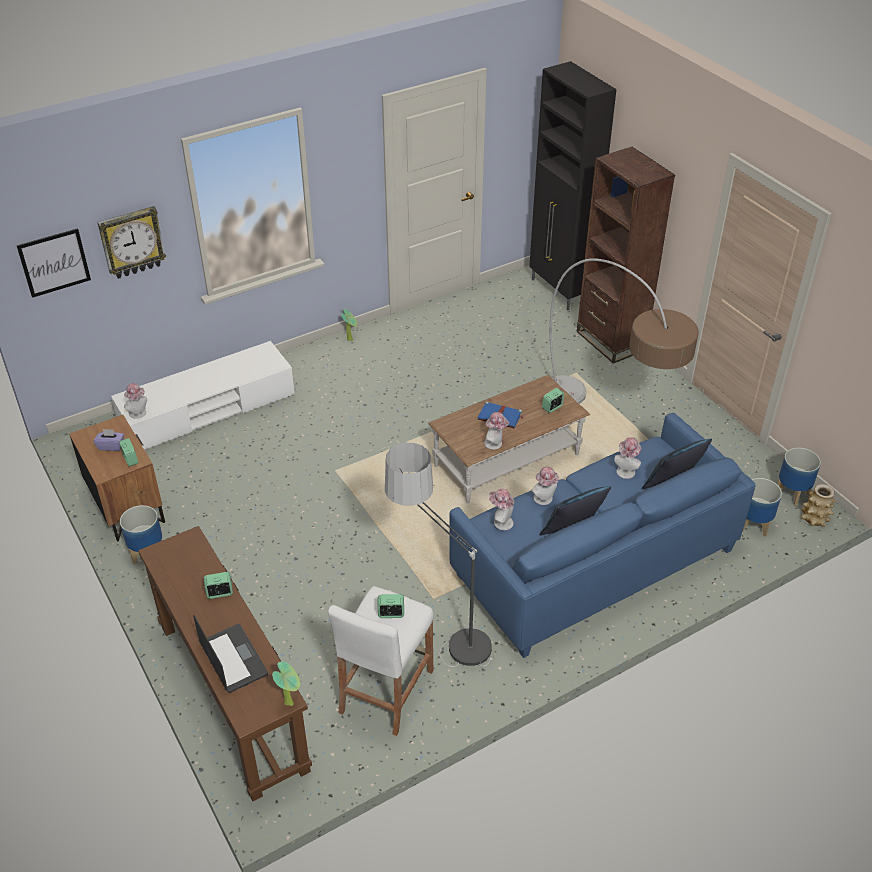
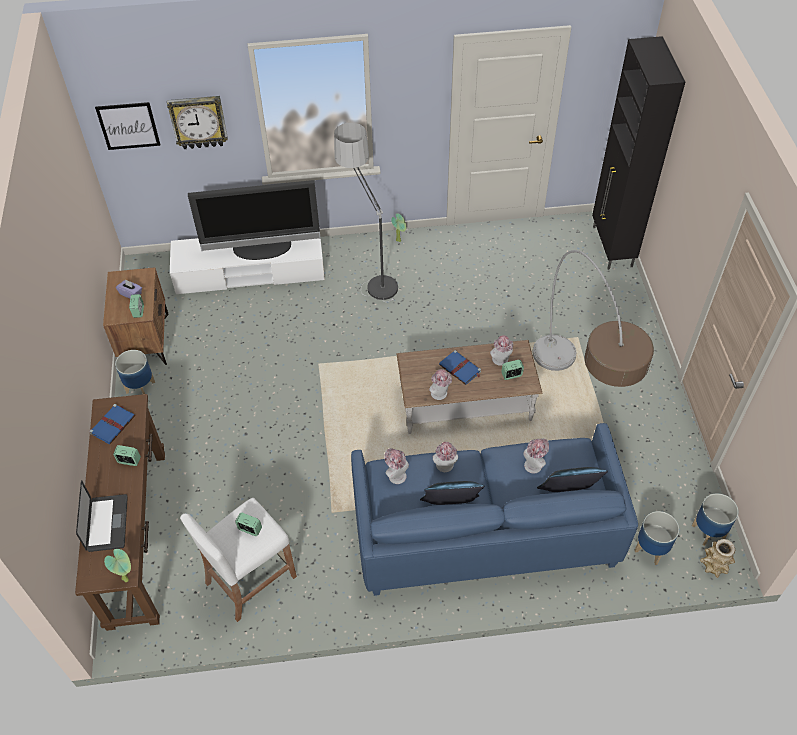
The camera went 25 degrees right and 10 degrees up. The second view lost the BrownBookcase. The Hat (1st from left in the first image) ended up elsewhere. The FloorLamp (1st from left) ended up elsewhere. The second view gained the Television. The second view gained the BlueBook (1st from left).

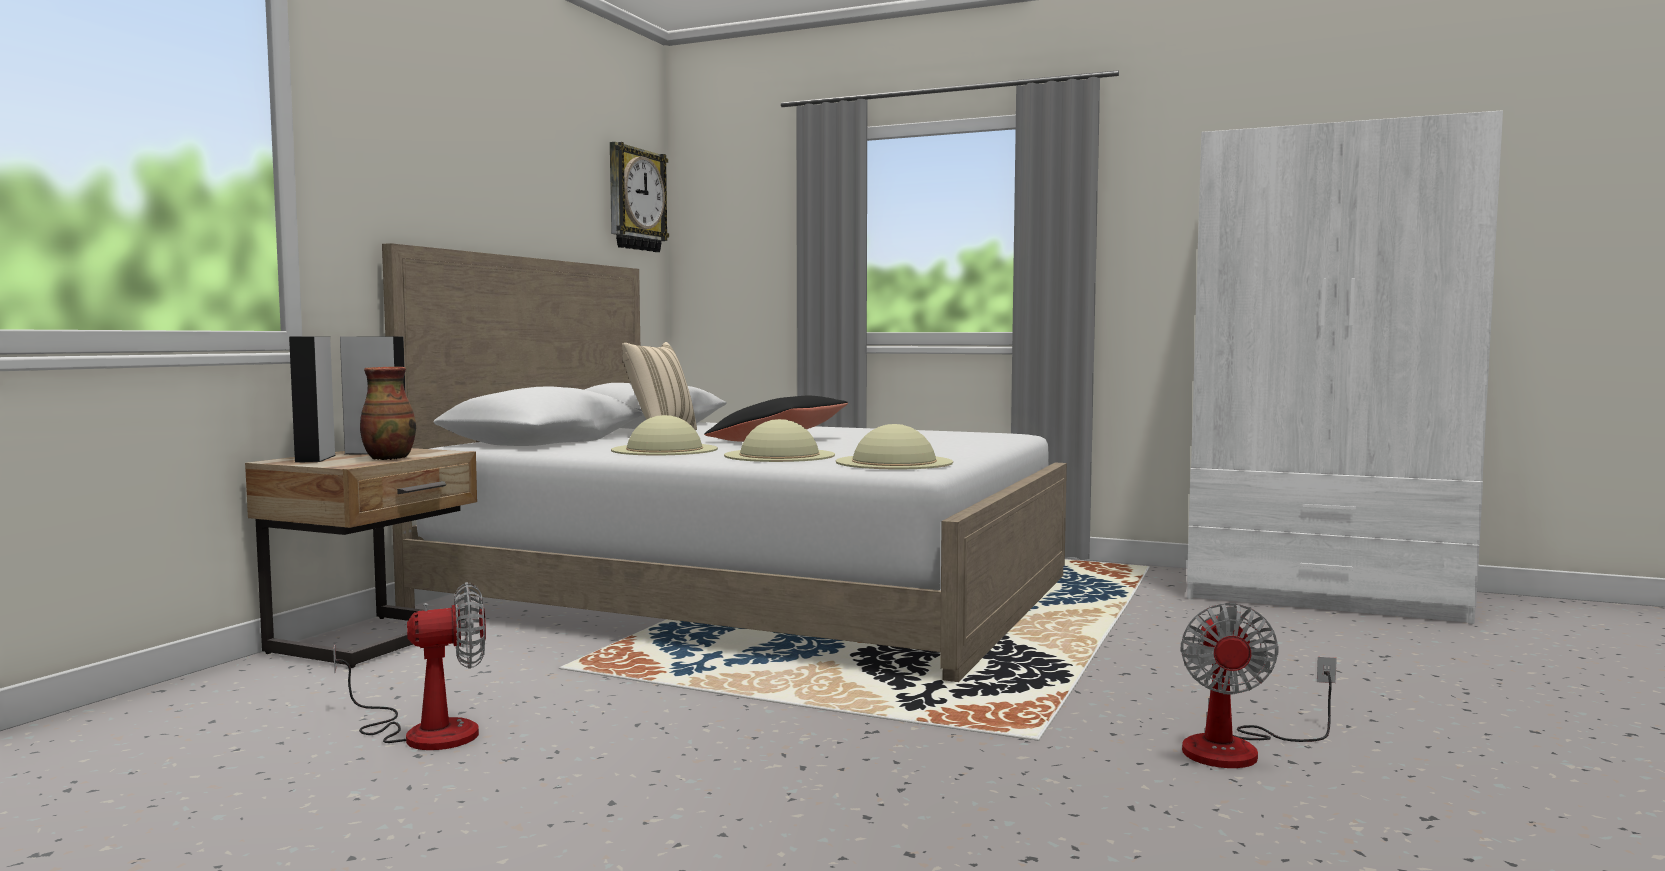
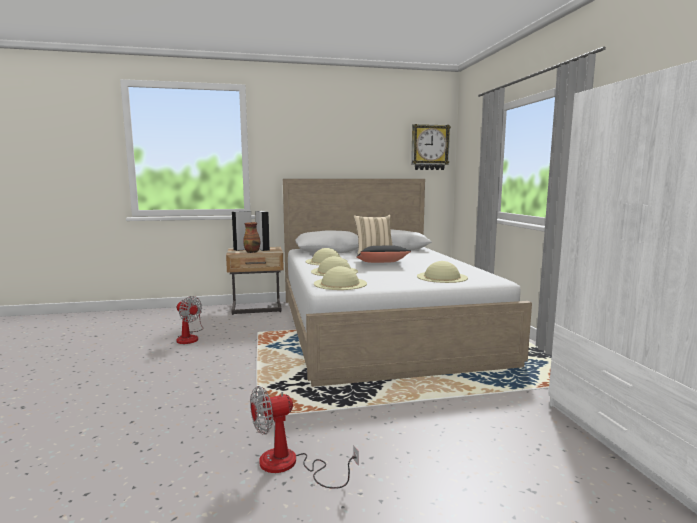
The camera went 55 degrees right and 5 degrees up. The second view gained the BeigeHat (4th from left).

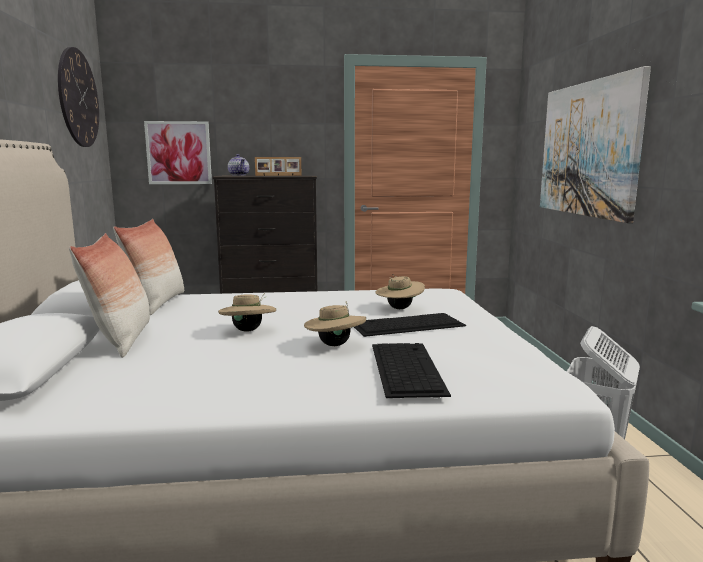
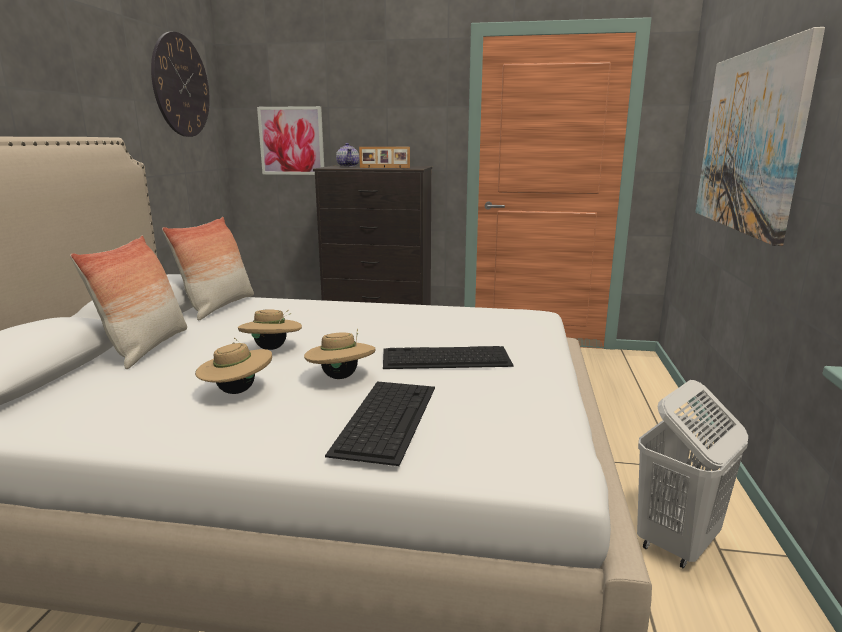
The camera went 15 degrees right and 5 degrees up. The BeigeHat (3rd from left in the first image) ended up elsewhere.

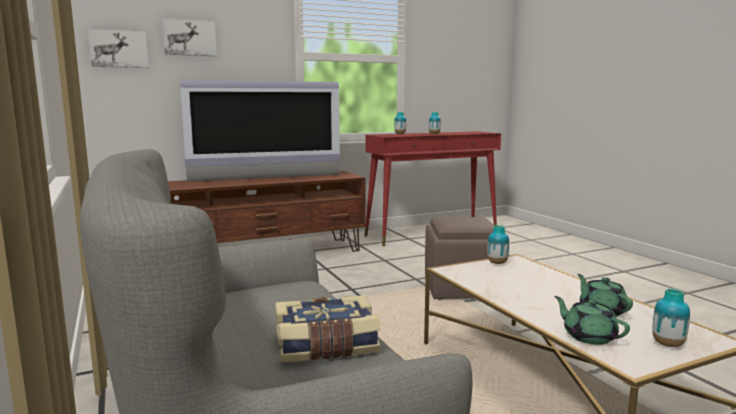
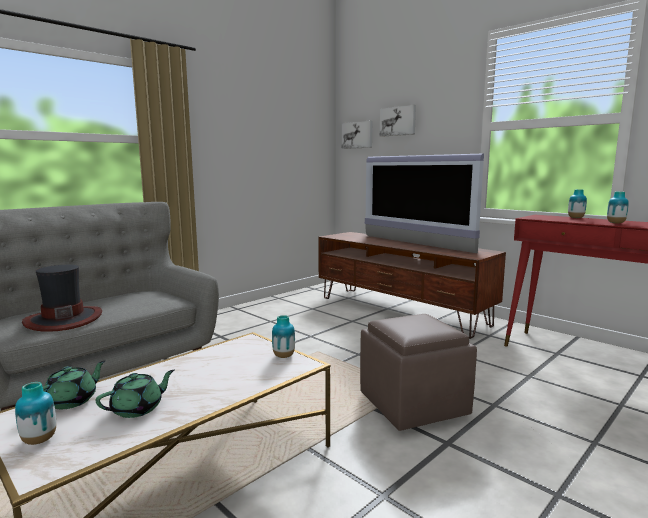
The camera went 70 degrees right and 0 degrees up. Where the Book stood, the Hat came to stand.

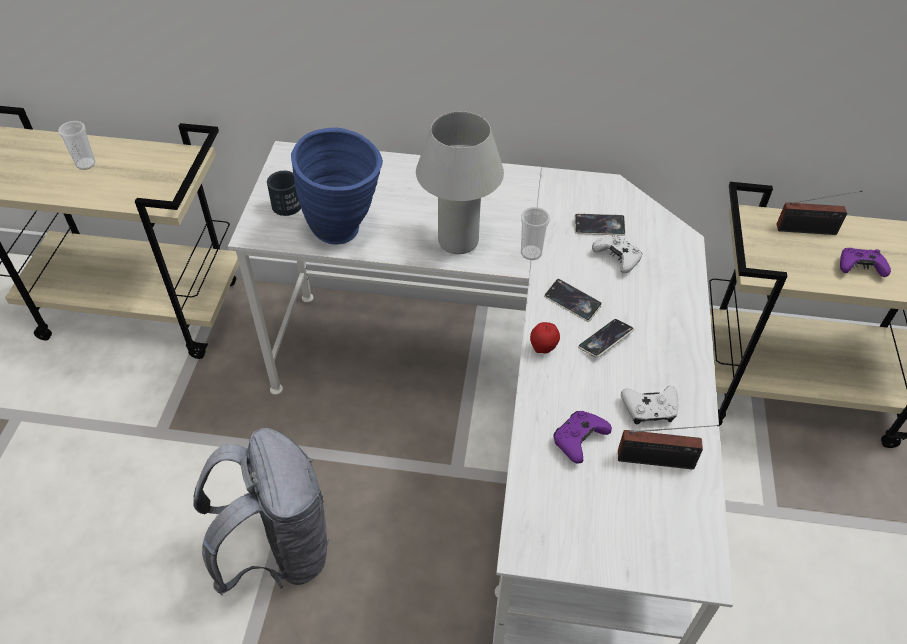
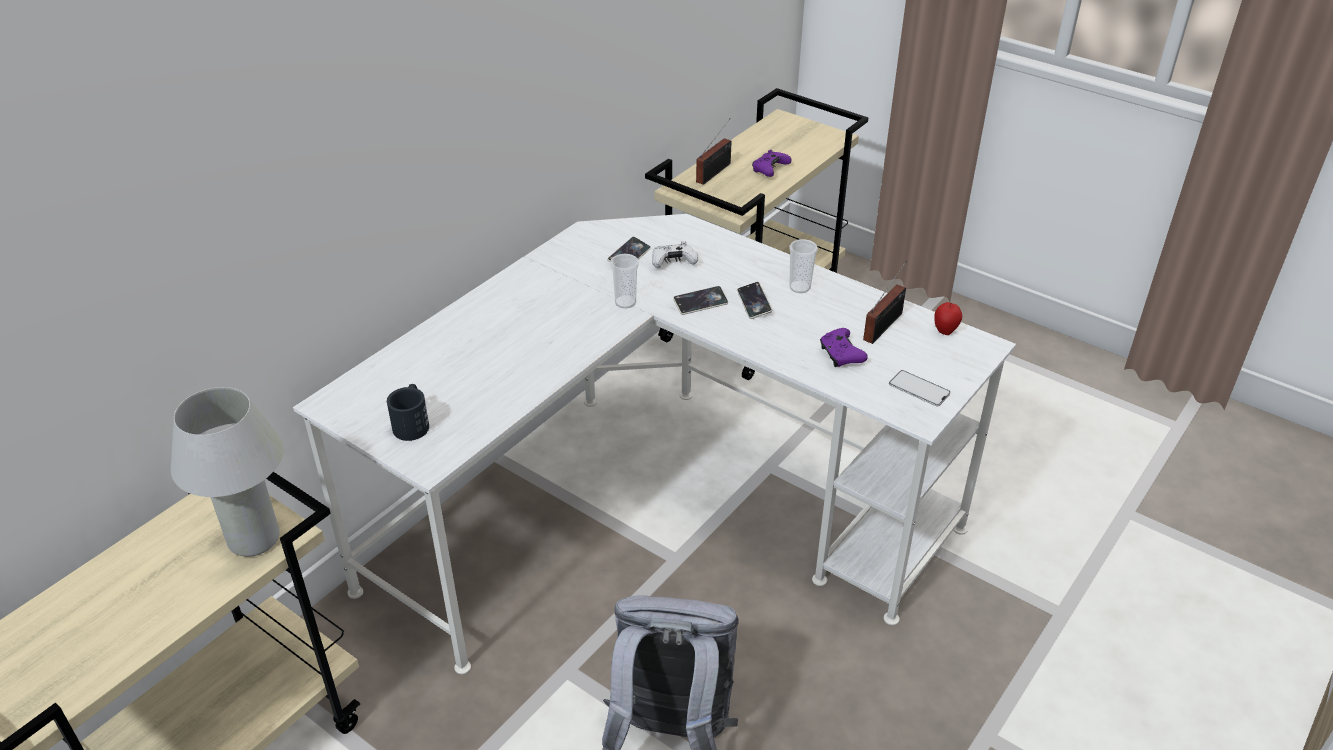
The camera went 60 degrees left and 10 degrees down. The WhiteTableLamp ended up elsewhere. The Cup (1st from left in the first image) ended up elsewhere. The second view lost the BlueVase. The Apple ended up elsewhere. The second view lost the WhiteGameController (2nd from left). The second view gained the Phone (4th from left).

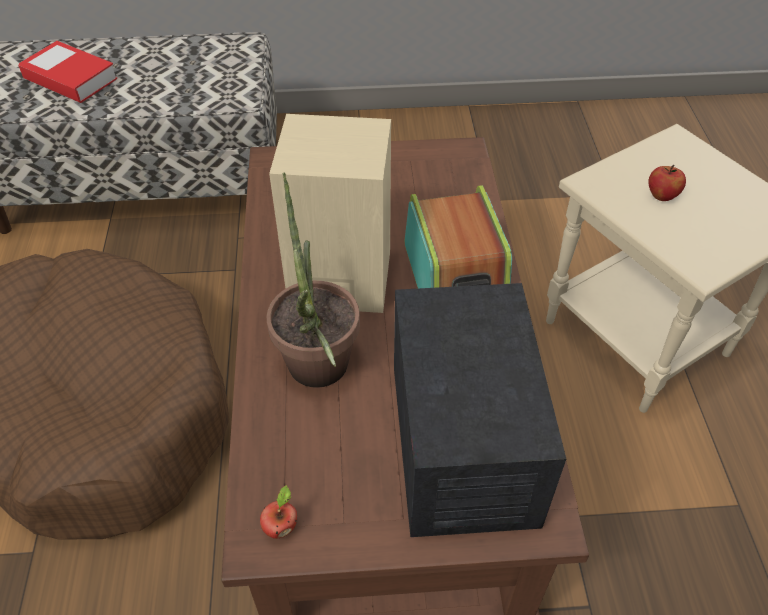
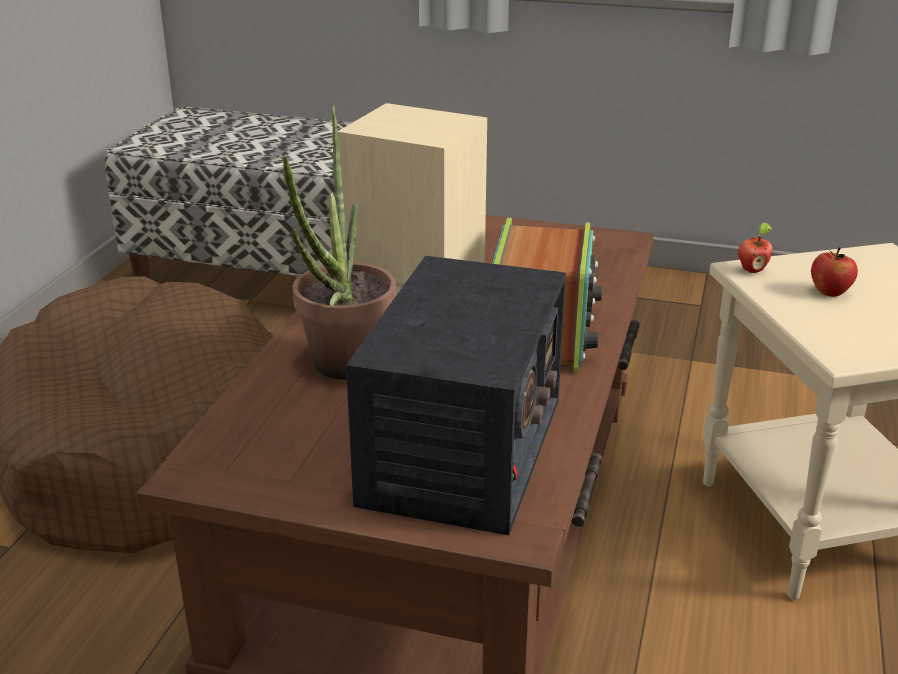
The camera went 20 degrees right and 20 degrees down. The second view lost the Book. The Apple (1st from left) ended up elsewhere.

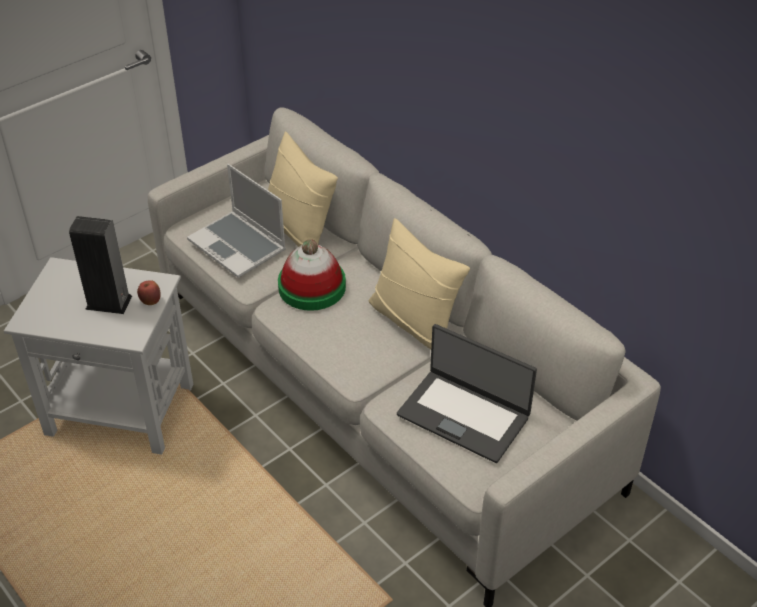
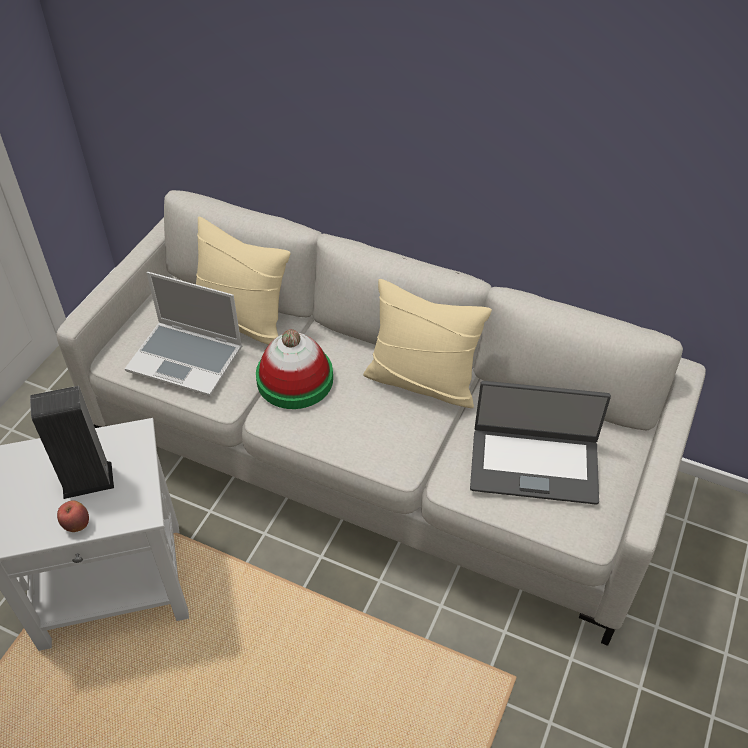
The camera went 25 degrees left and 5 degrees up. The Apple ended up elsewhere.

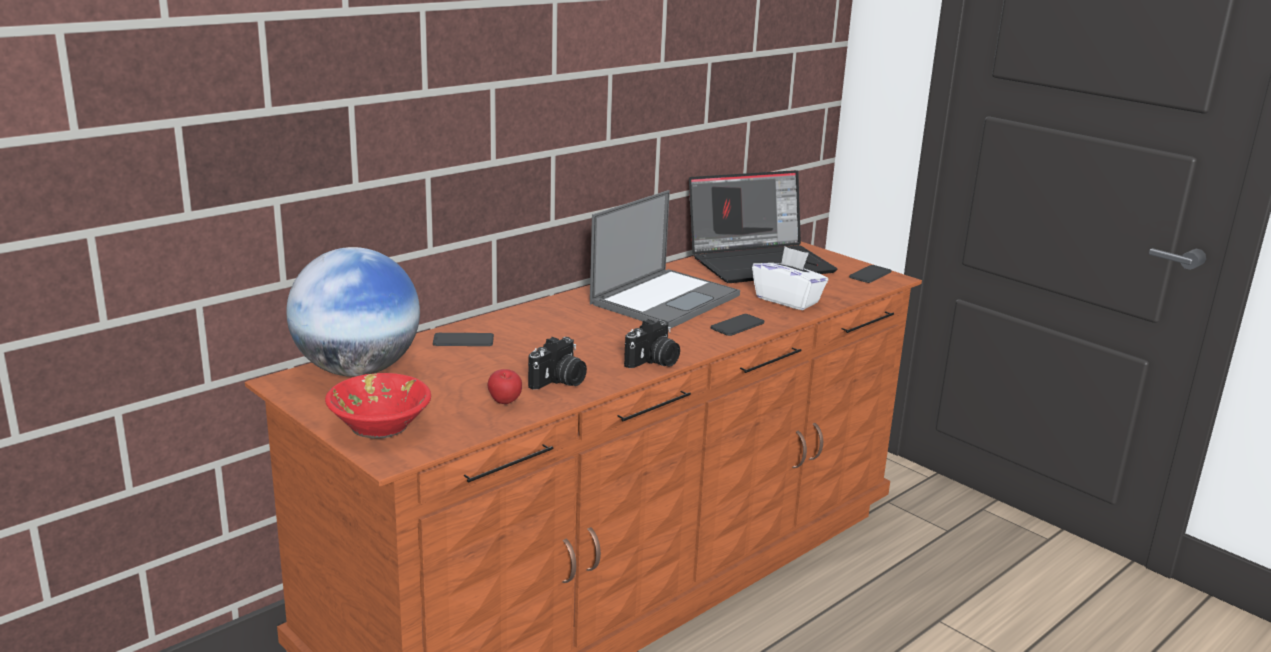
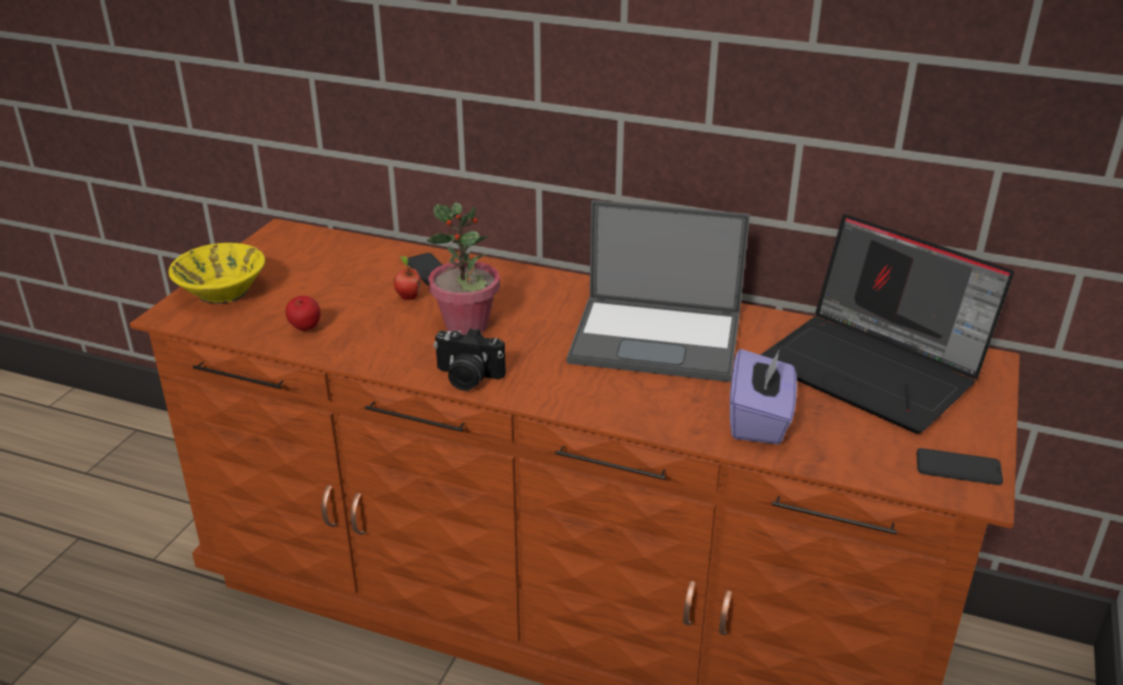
The camera went 65 degrees right and 10 degrees up. The second view lost the Globe. What was the WhiteTissueBox turned into the PurpleTissueBox. The second view lost the Phone (2nd from left). The second view lost the PhotoCamera (1st from left). What was the RedBowl turned into the YellowBowl. The second view gained the PottedPlant. The second view gained the Apple (2nd from left).

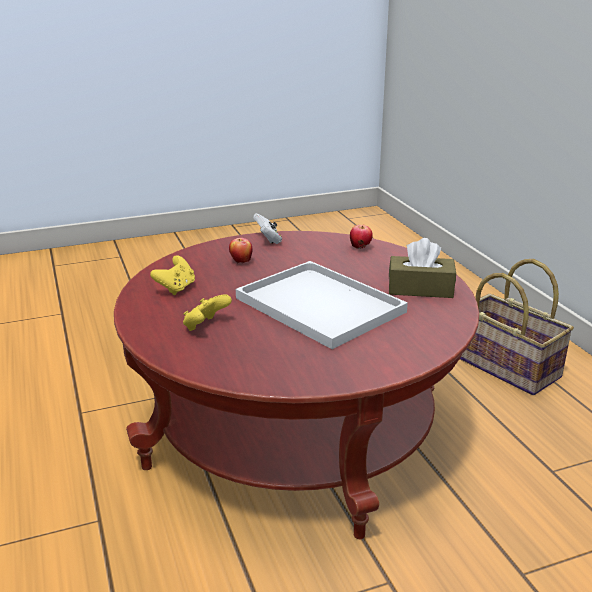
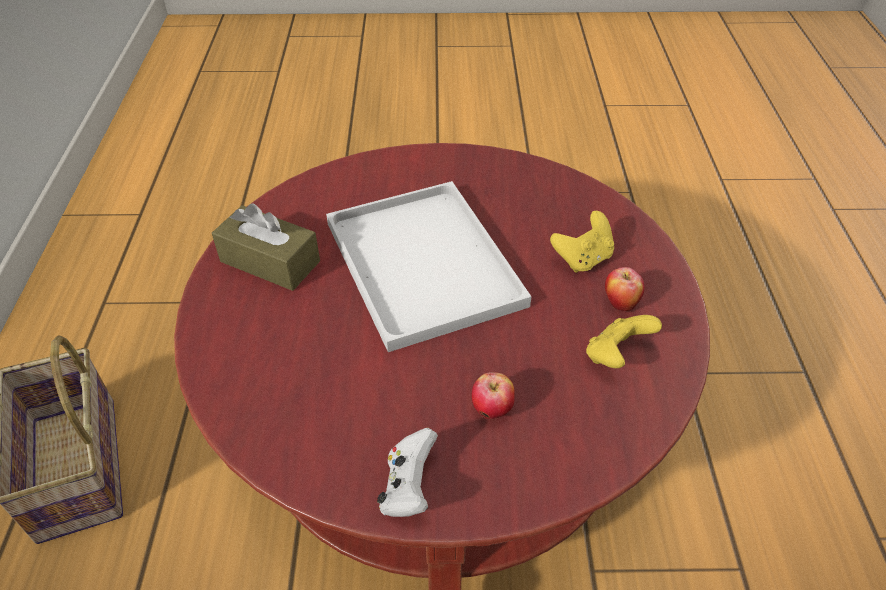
The camera went 160 degrees left and 20 degrees up. The Apple (2nd from left) ended up elsewhere.

